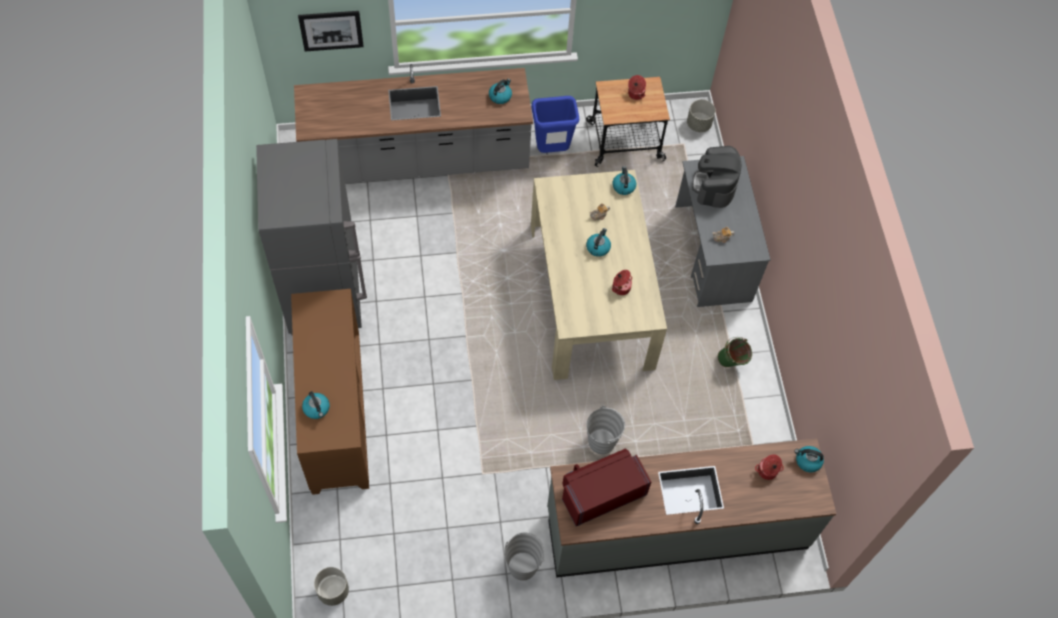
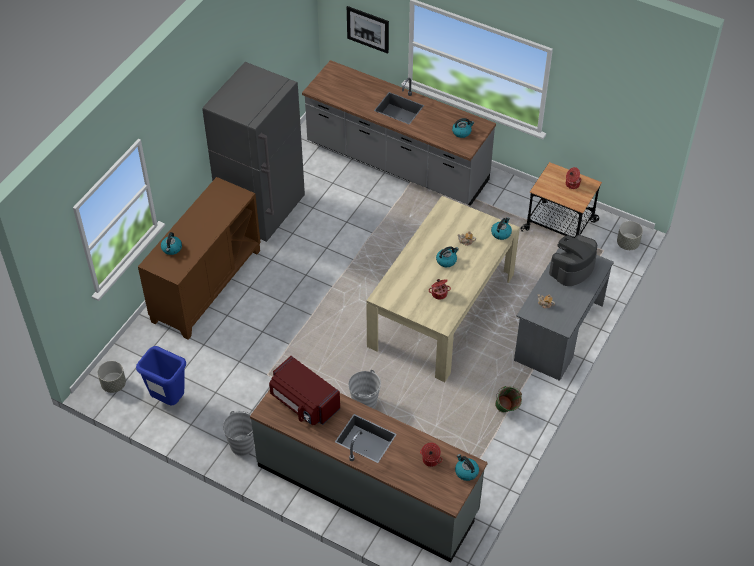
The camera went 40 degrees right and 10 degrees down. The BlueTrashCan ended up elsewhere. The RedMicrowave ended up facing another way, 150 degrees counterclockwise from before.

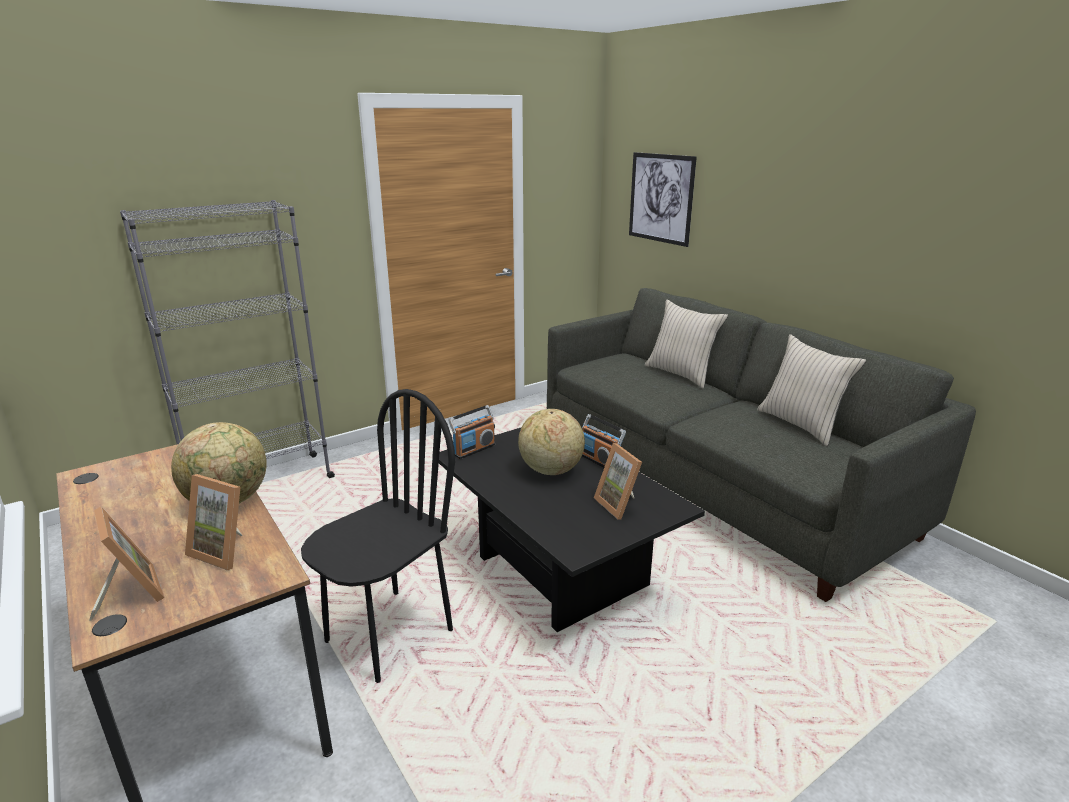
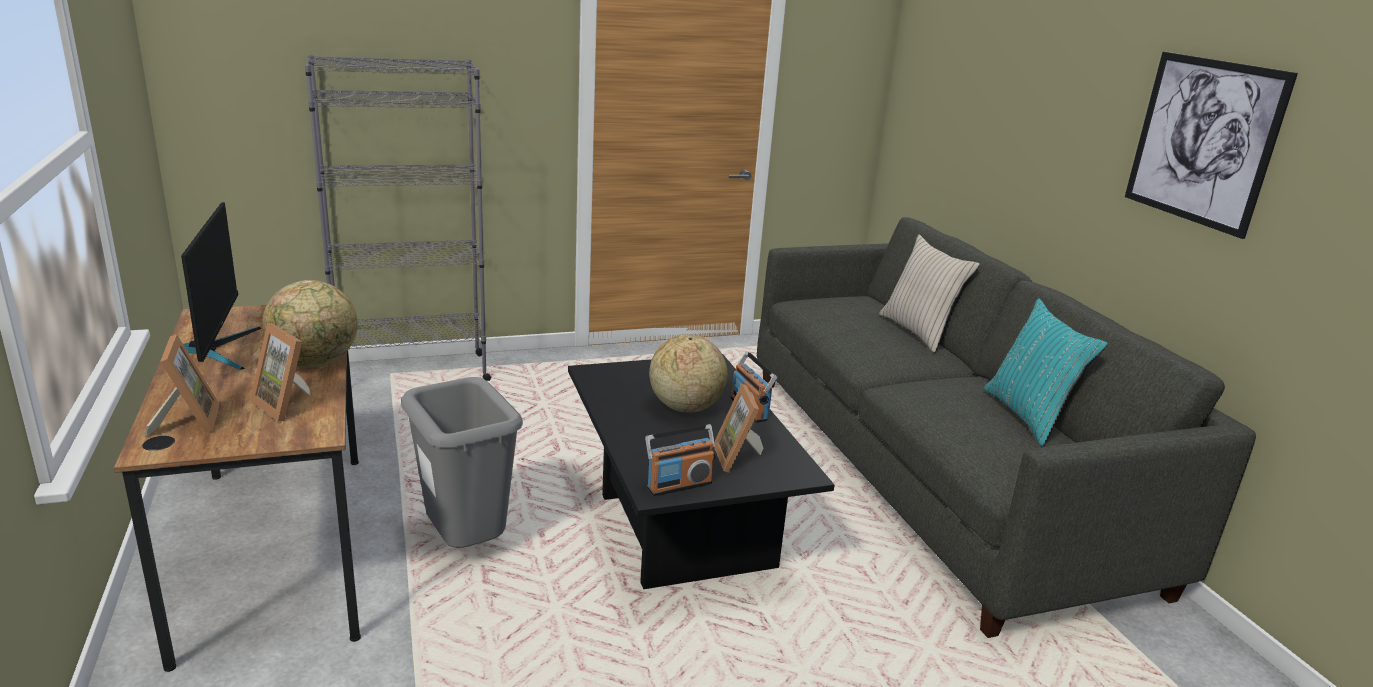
The camera went 15 degrees right and 0 degrees up. The Picture ended up elsewhere. What was the BeigePillow (2nd from left) turned into the TurquoisePillow. Where the BlackChair stood, the GreyTrashCan came to stand. The Radio (1st from left) ended up elsewhere. The second view gained the Monitor.

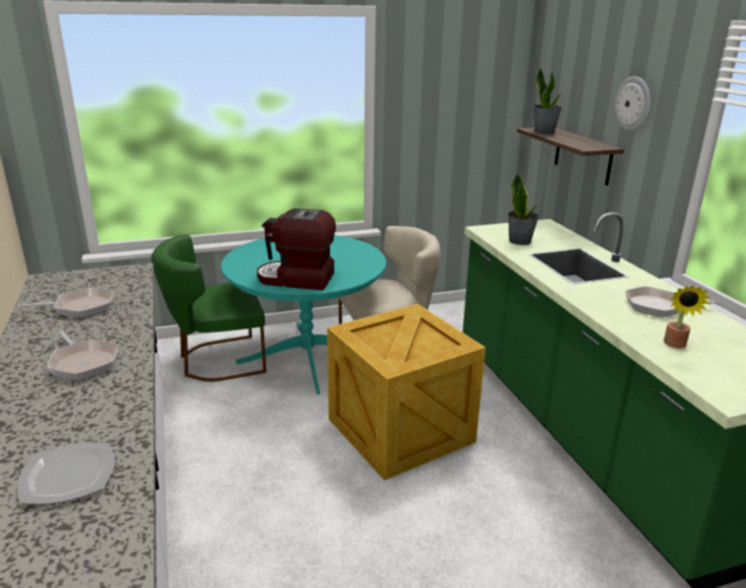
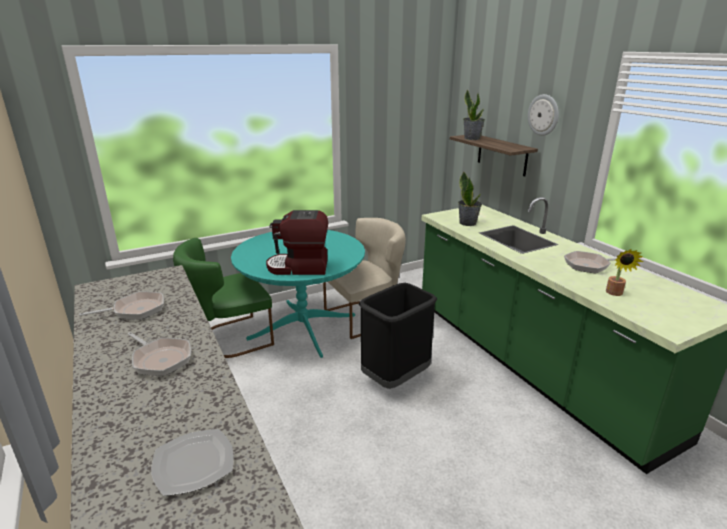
The camera went 10 degrees left and 0 degrees up. Where the Crate stood, the BlackTrashCan came to stand.

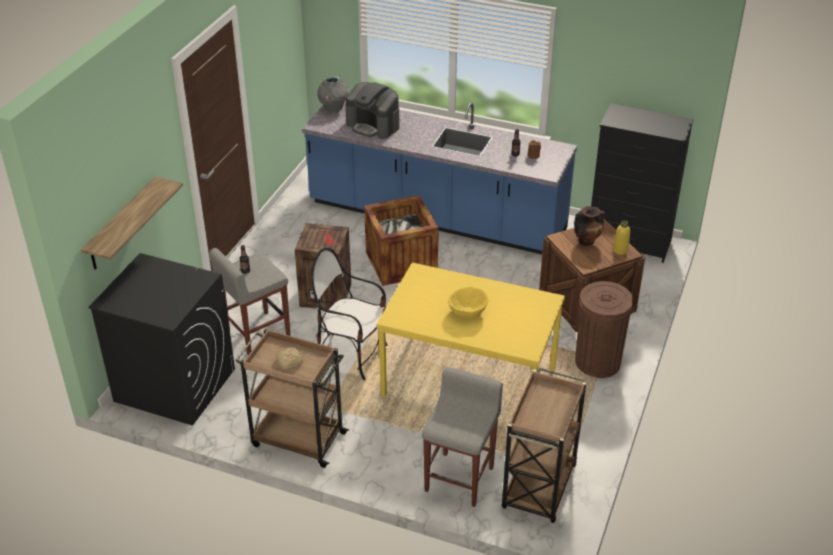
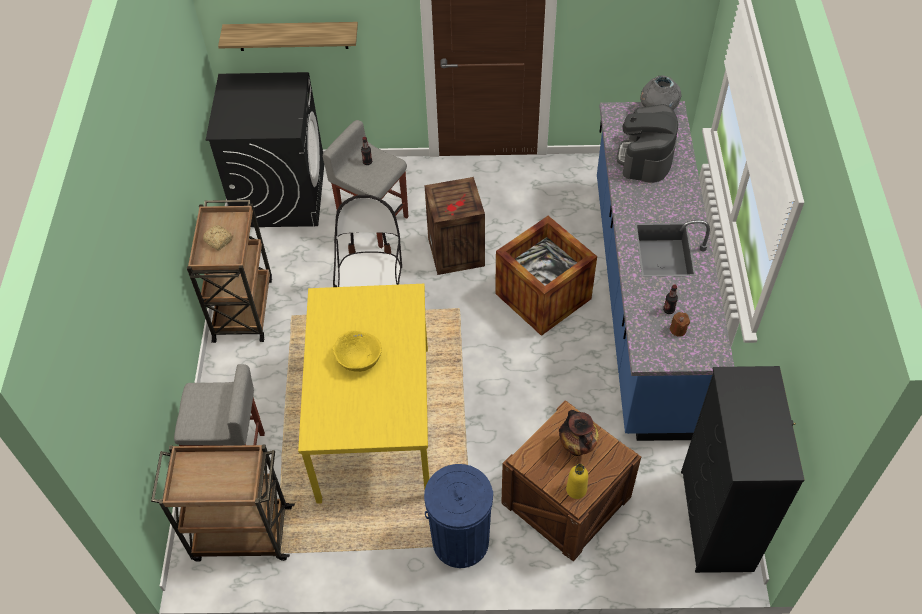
The camera went 70 degrees right and 15 degrees up. What was the BrownTrashCan turned into the BlueTrashCan.

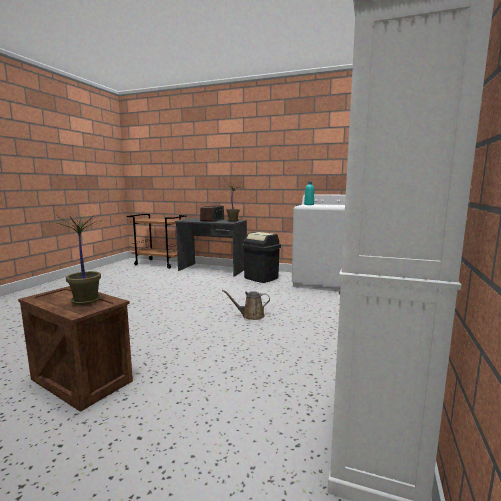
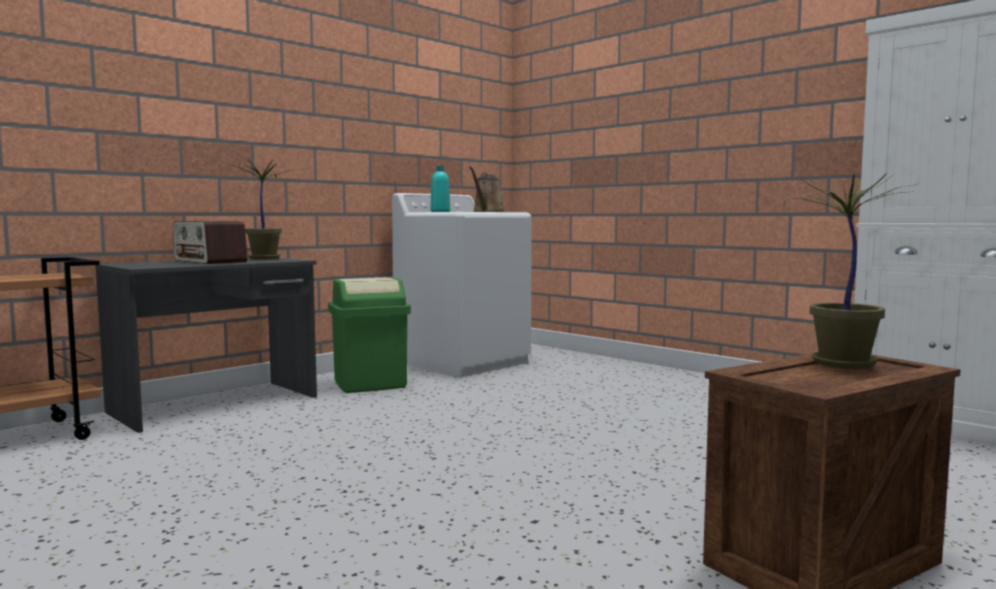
The camera went 65 degrees left and 5 degrees down. What was the BlackTrashCan turned into the GreenTrashCan. The BrownWateringCan ended up elsewhere.

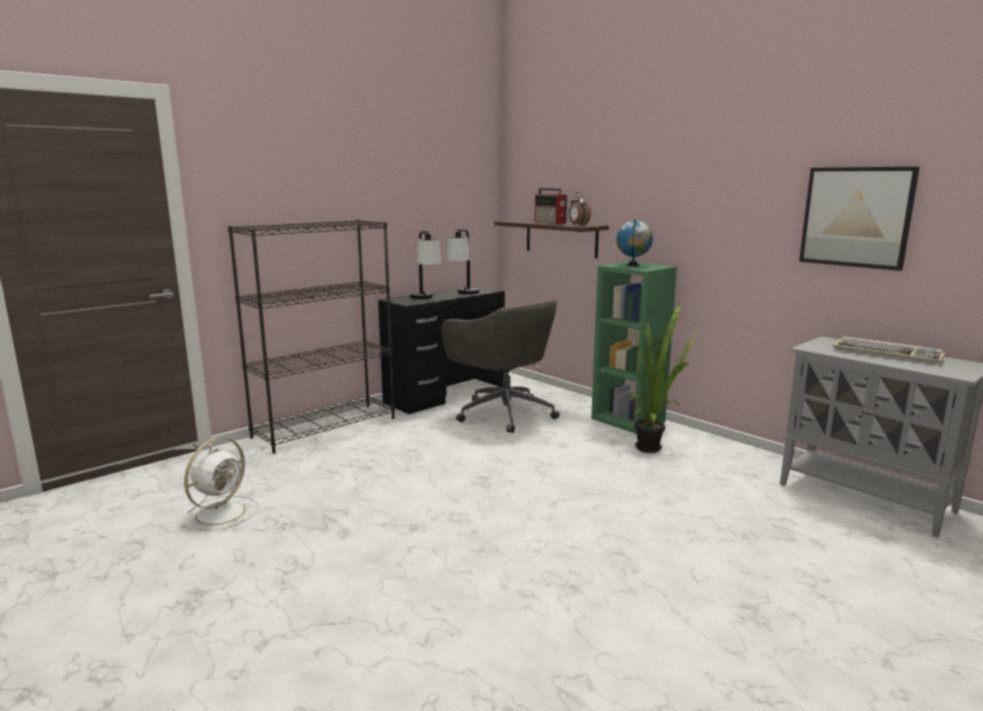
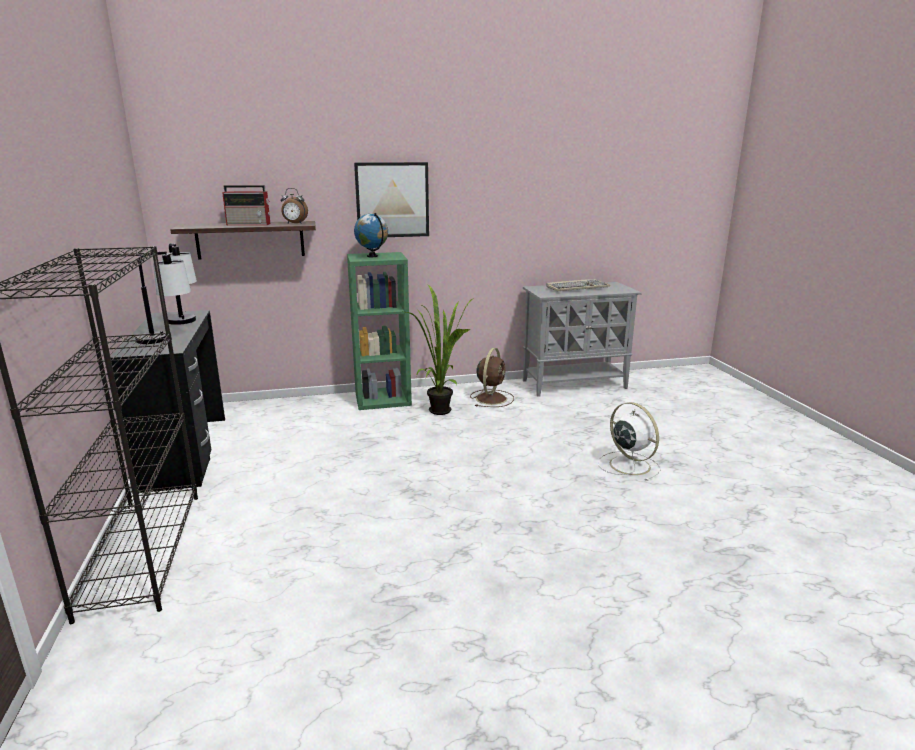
The camera went 60 degrees left and 5 degrees up. The Picture ended up elsewhere. The second view lost the GreyOfficeChair. The WhiteFan ended up elsewhere. The second view gained the BrownFan.

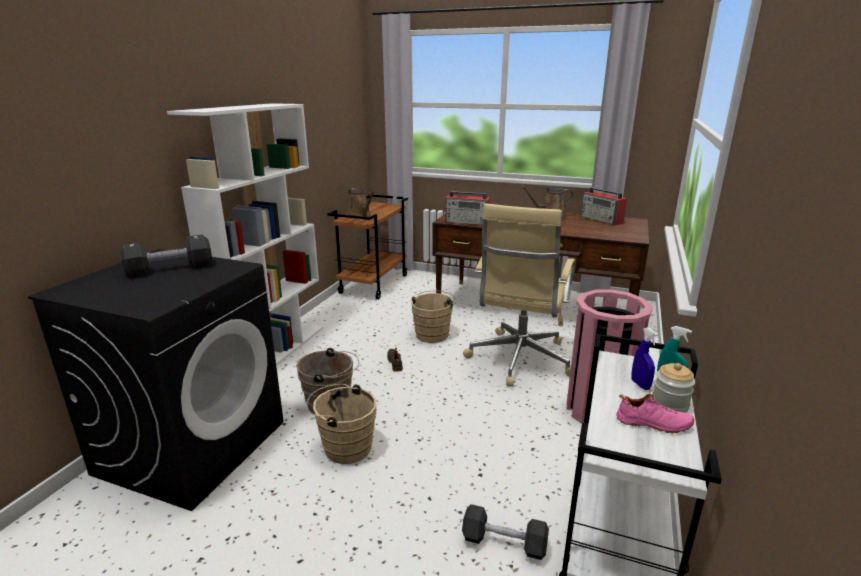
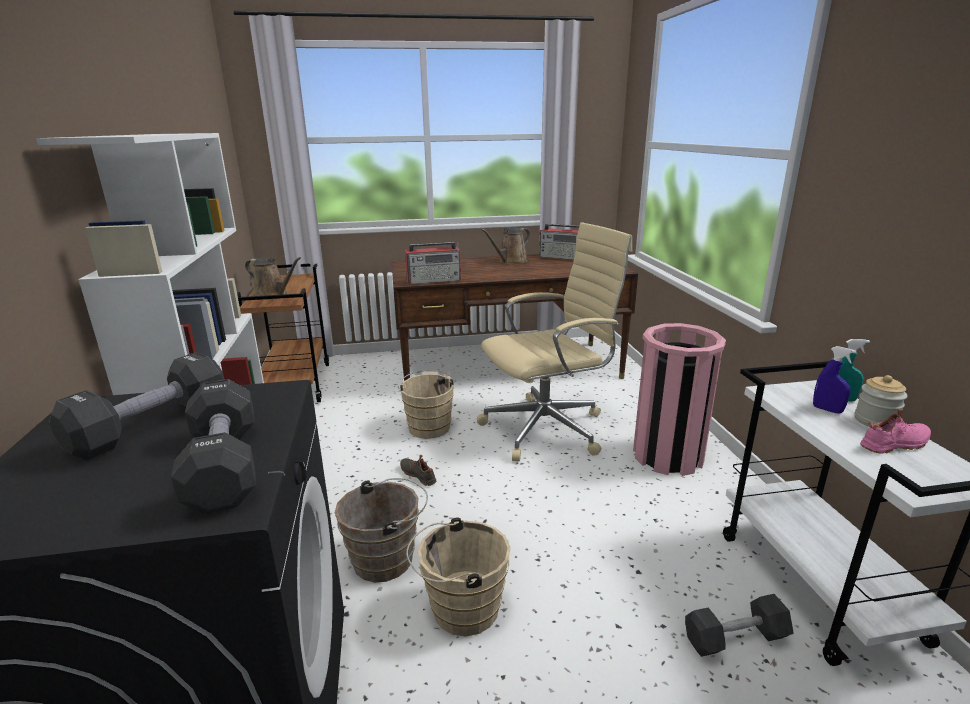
The camera went 30 degrees left and 0 degrees up. The BeigeOfficeChair ended up facing another way, 105 degrees counterclockwise from before. The second view gained the BlackDumbbell (2nd from left).

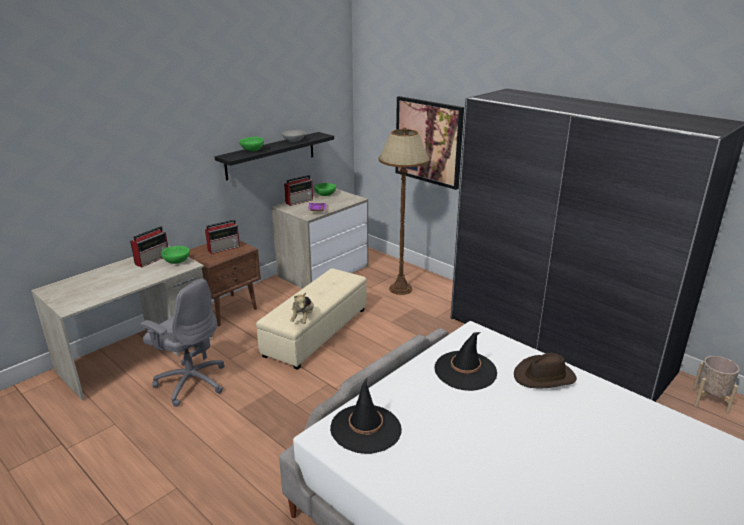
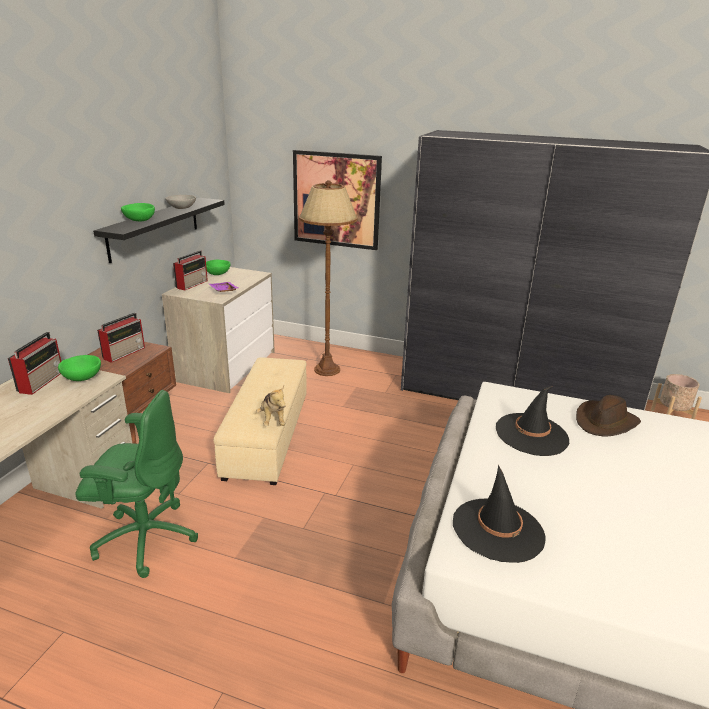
The camera went 25 degrees left and 0 degrees up. What was the GreyOfficeChair turned into the GreenOfficeChair.

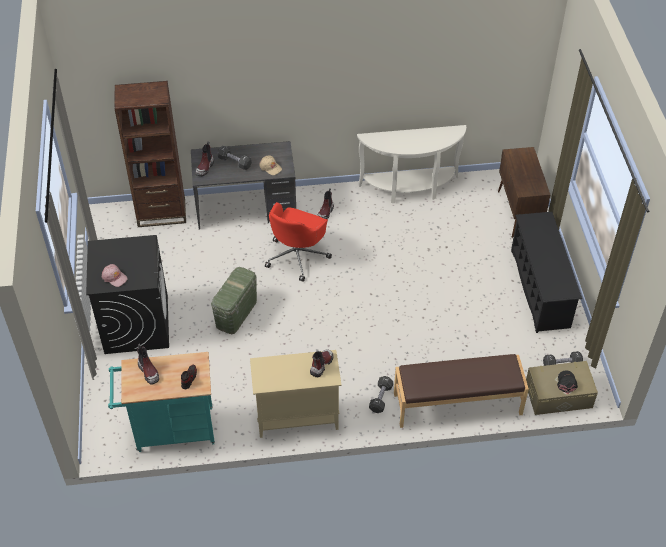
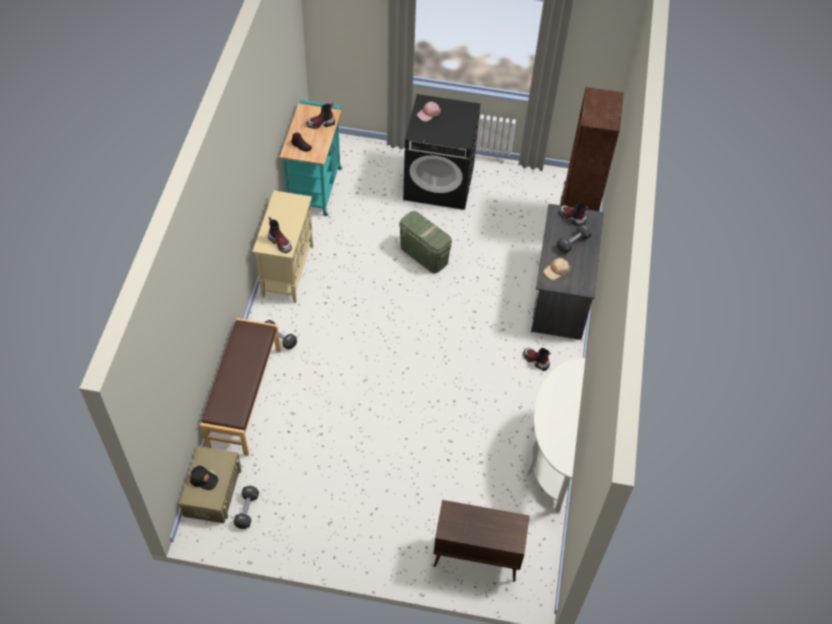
The camera went 105 degrees right and 5 degrees up. The second view lost the RedOfficeChair. The second view lost the BlackShoeRack.

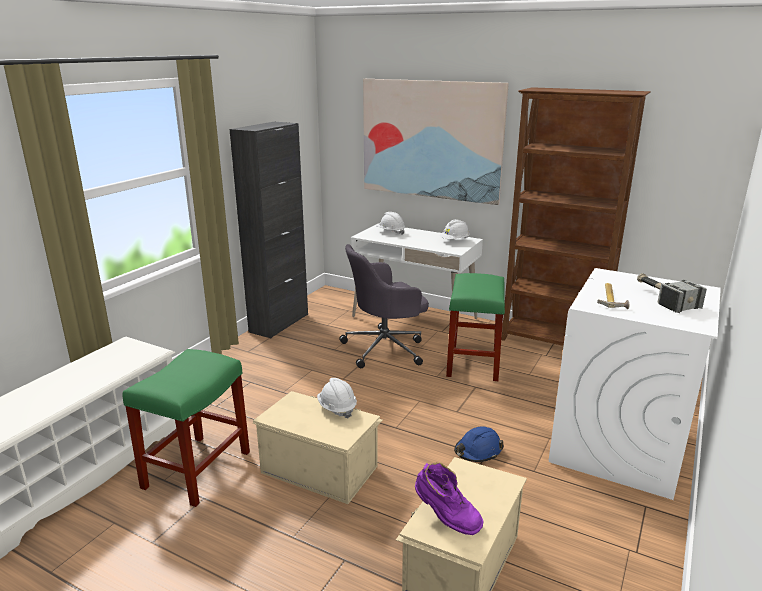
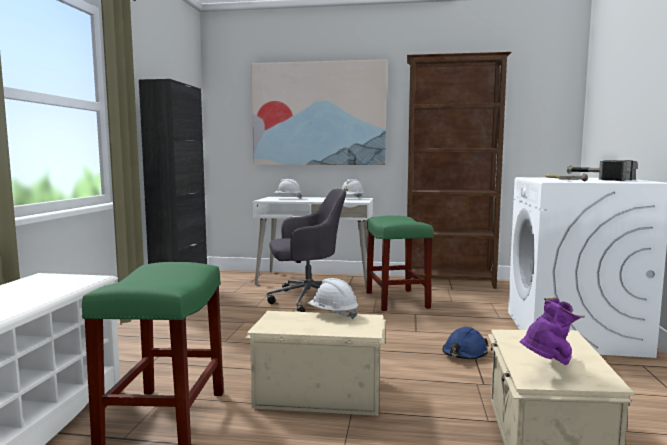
The camera went 20 degrees left and 15 degrees down. The GreyOfficeChair ended up facing another way, 150 degrees counterclockwise from before. The PurpleBoot ended up facing another way, 60 degrees counterclockwise from before.

